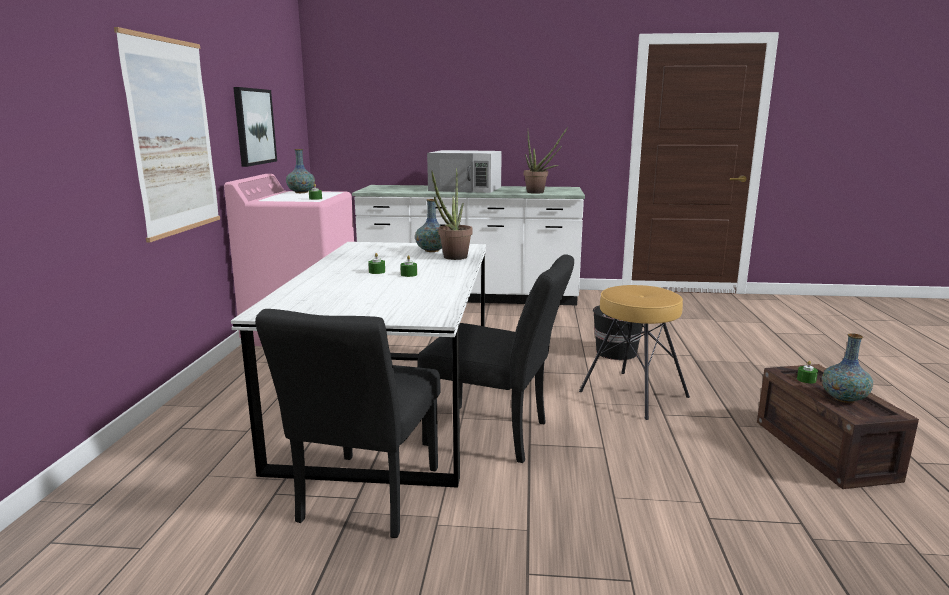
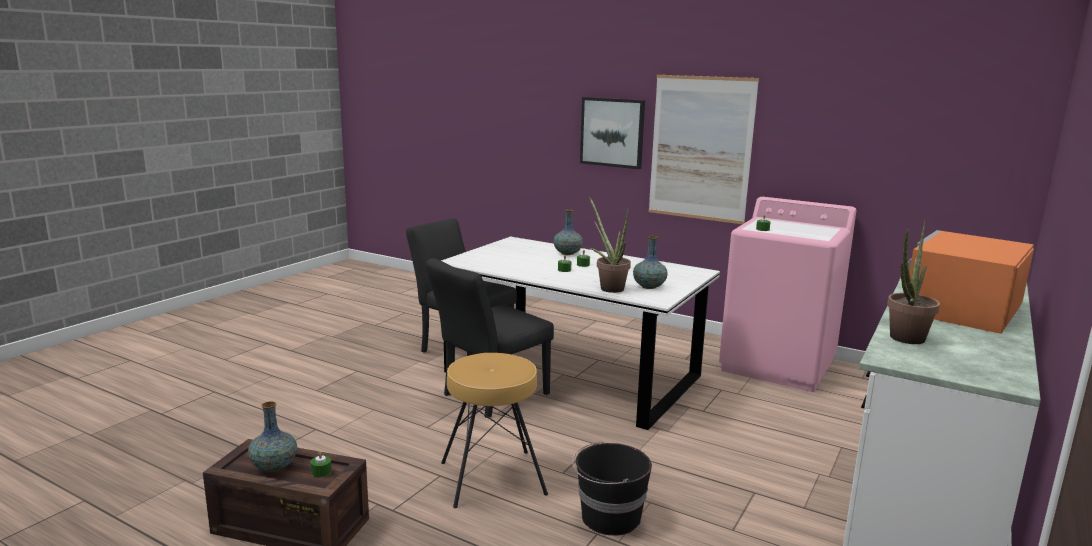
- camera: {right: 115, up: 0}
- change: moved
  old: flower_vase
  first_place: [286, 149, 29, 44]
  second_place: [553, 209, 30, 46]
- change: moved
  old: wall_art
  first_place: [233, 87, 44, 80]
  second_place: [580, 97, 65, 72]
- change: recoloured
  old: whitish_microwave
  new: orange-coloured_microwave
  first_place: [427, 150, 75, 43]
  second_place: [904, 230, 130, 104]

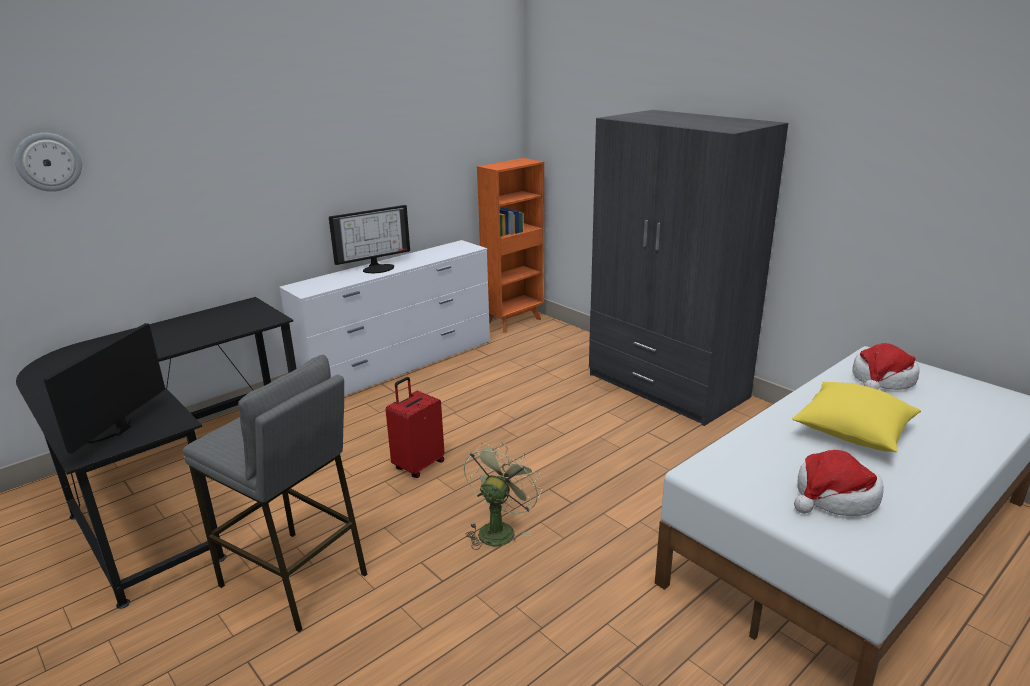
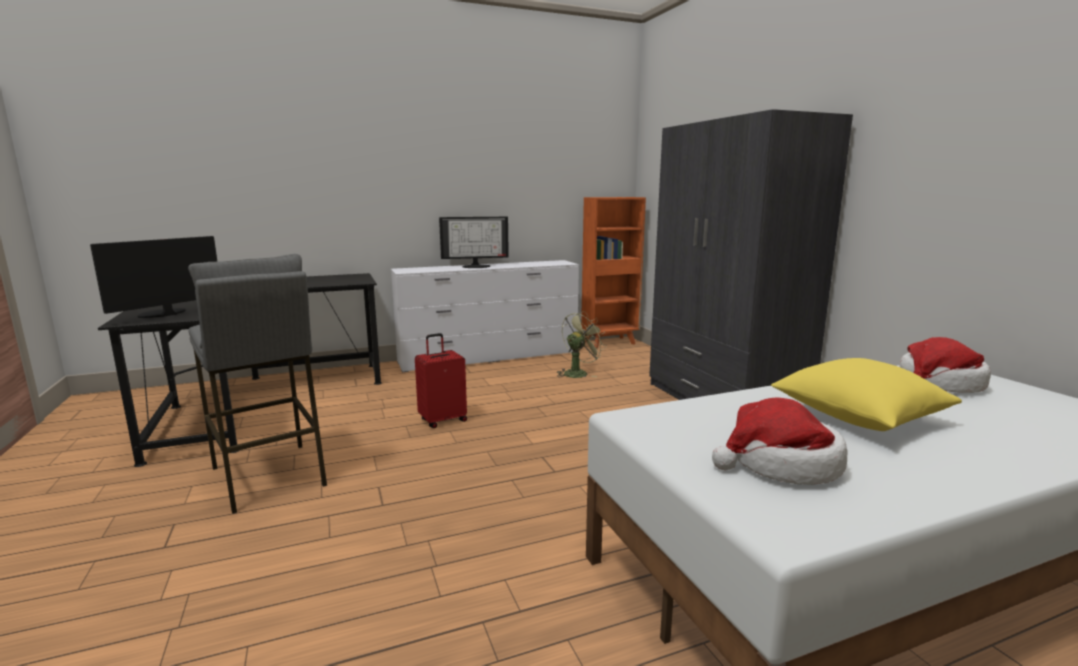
- camera: {right: 20, up: -10}
- change: moved
  old: green-coloured_cooling_fan
  first_place: [464, 442, 78, 108]
  second_place: [557, 311, 50, 67]
- change: removed
  old: wall_clock
  first_place: [15, 133, 67, 59]

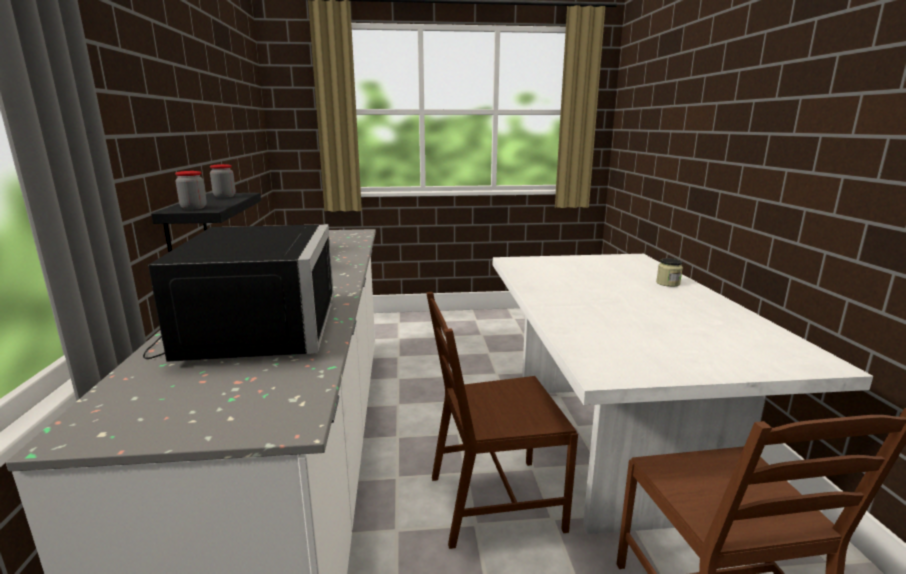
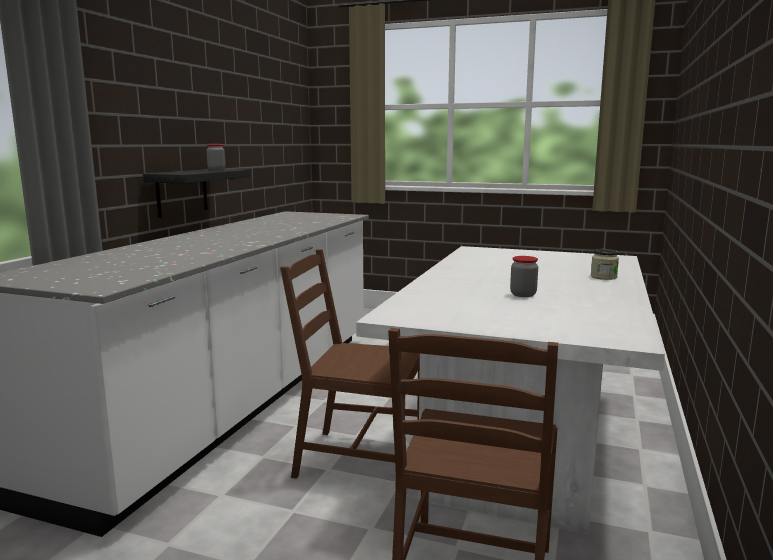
- camera: {right: 25, up: -5}
- change: moved
  old: storage_jar
  first_place: [175, 171, 32, 39]
  second_place: [510, 256, 28, 41]
- change: removed
  old: blackish_microwave
  first_place: [143, 224, 191, 138]

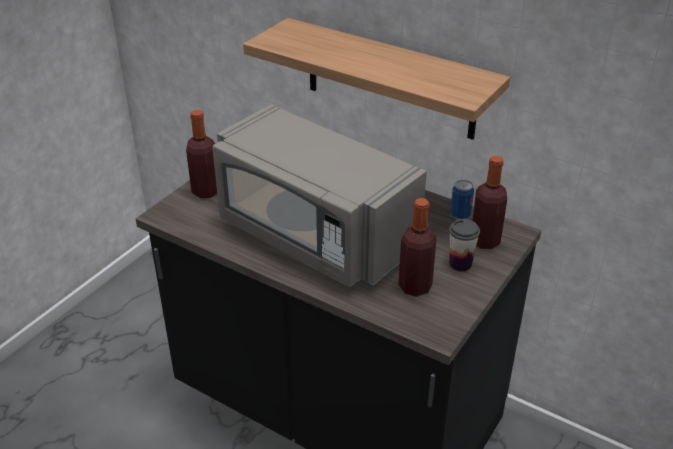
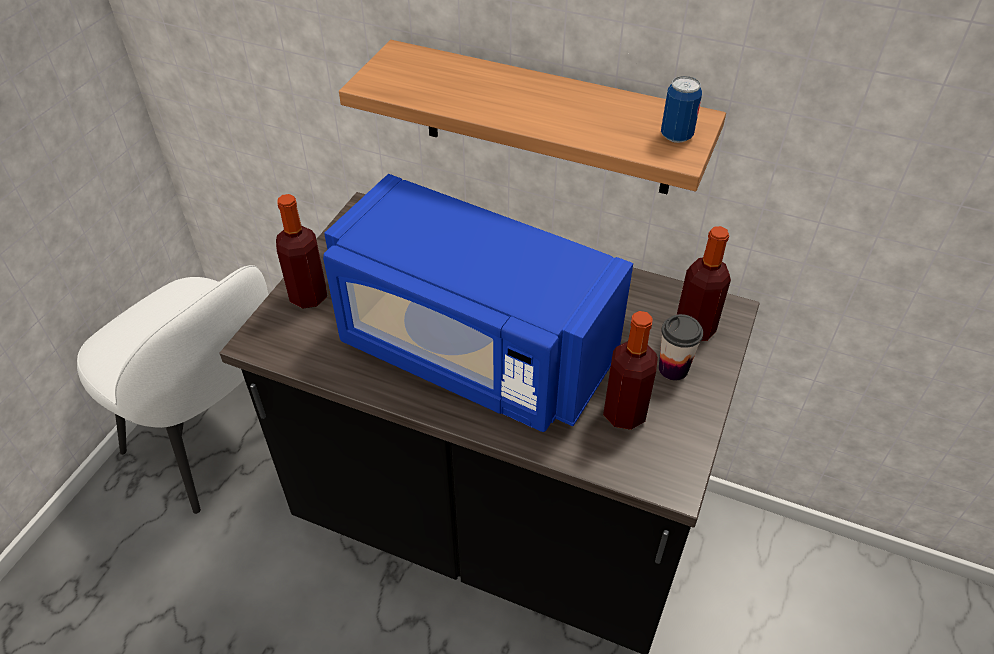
- camera: {right: -10, up: 10}
- change: added
  new: whitish_upright_chair
  second_place: [77, 265, 191, 249]
- change: recoloured
  old: gray_microwave
  new: blue_microwave
  first_place: [212, 105, 215, 182]
  second_place: [323, 174, 310, 258]
- change: moved
  old: sealed_can
  first_place: [450, 180, 24, 40]
  second_place: [661, 76, 41, 67]

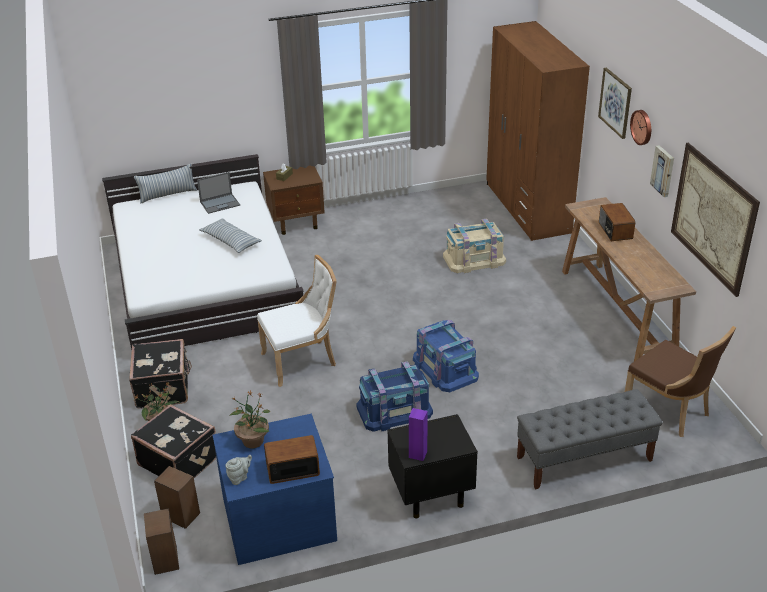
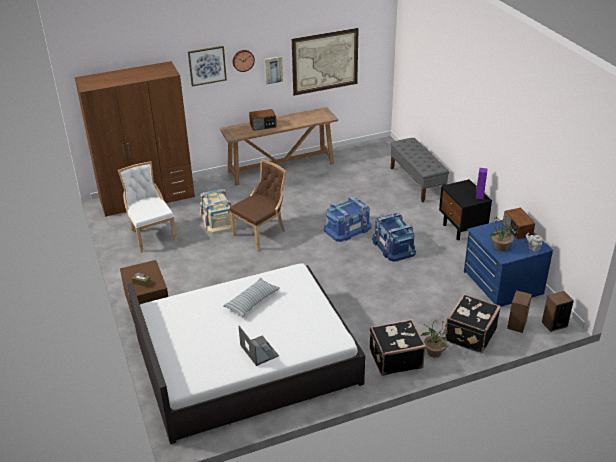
- camera: {right: -95, up: 0}
- change: moved
  old: whitish_upright_chair
  first_place: [257, 255, 79, 132]
  second_place: [118, 161, 60, 92]
- change: moved
  old: brown-coloured_upright_chair
  first_place: [625, 326, 111, 111]
  second_place: [230, 159, 56, 92]
- change: moved
  old: notebook_computer
  first_place: [197, 172, 43, 42]
  second_place: [239, 326, 40, 40]
- change: removed
  old: throw_pillow
  first_place: [134, 164, 63, 40]

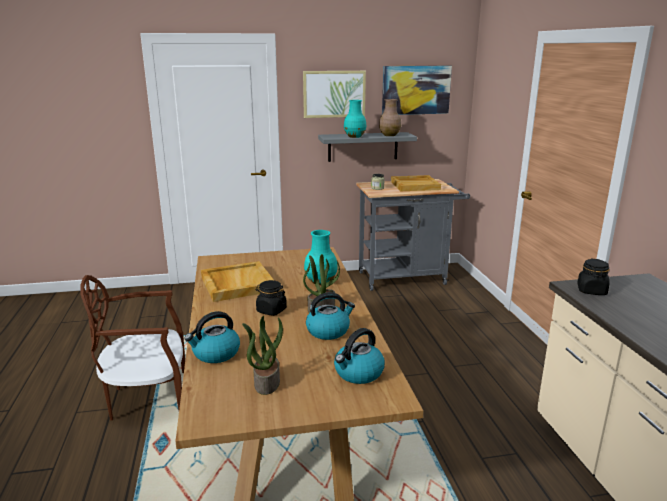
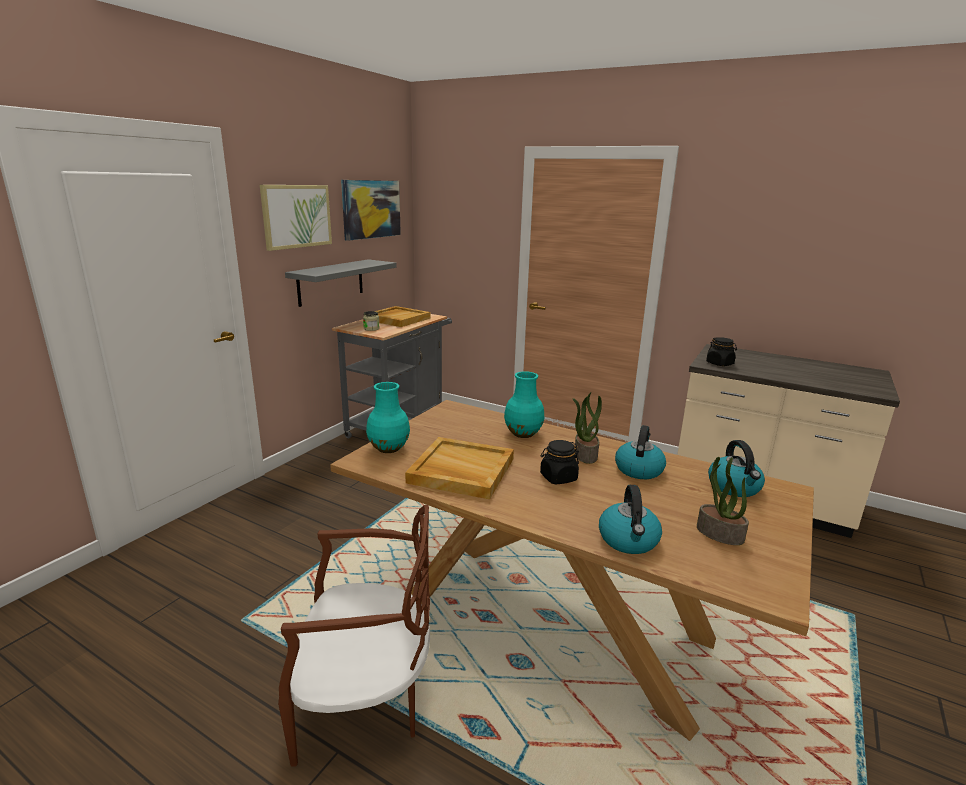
- camera: {right: -50, up: 0}
- change: turned
  old: brown-coloured_upright_chair
  first_place: [81, 275, 104, 145]
  second_place: [278, 505, 152, 262]
  degrees: -120
- change: moved
  old: blue-green_flower_vase
  first_place: [344, 100, 22, 38]
  second_place: [366, 382, 44, 71]
- change: removed
  old: brown-coloured_flower_vase
  first_place: [379, 99, 22, 37]

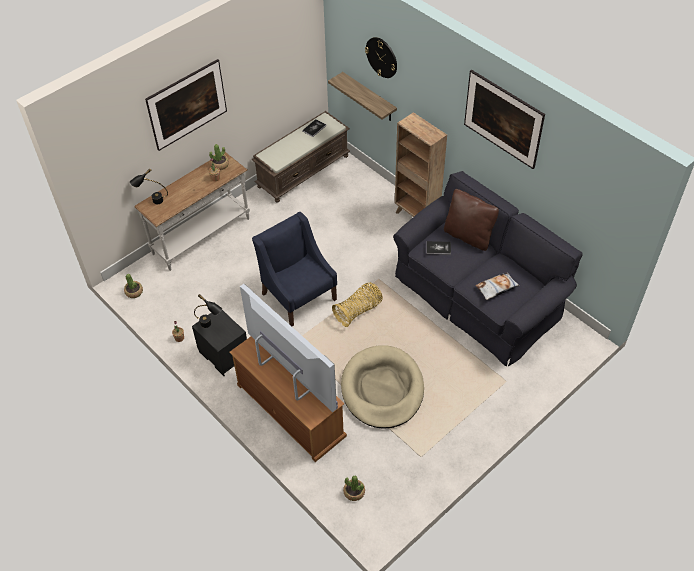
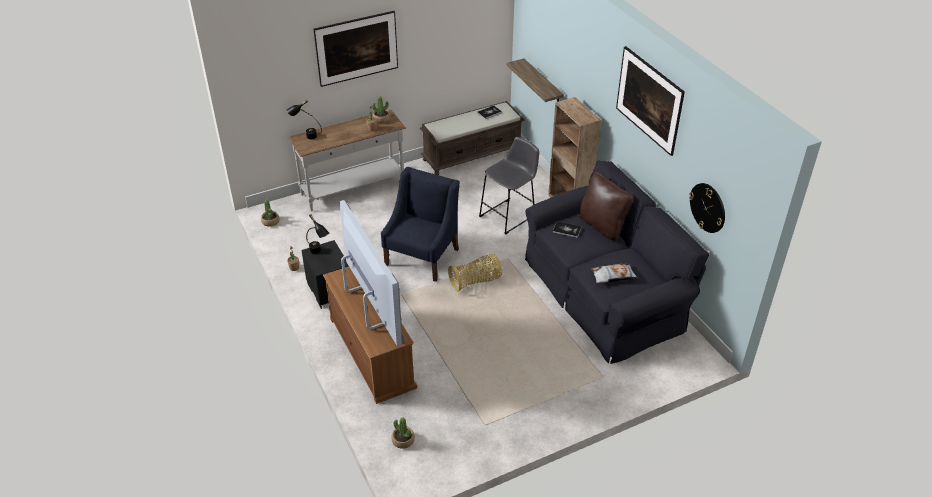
- camera: {right: 15, up: -10}
- change: turned
  old: blue_easy_chair
  first_place: [252, 212, 85, 114]
  second_place: [381, 167, 79, 115]
  degrees: 45
- change: added
  new: gray_stool
  second_place: [479, 137, 60, 98]
- change: moved
  old: wall_clock
  first_place: [365, 37, 32, 41]
  second_place: [689, 183, 36, 50]
- change: removed
  old: sand-coloured_dog_cushion
  first_place: [341, 345, 83, 84]

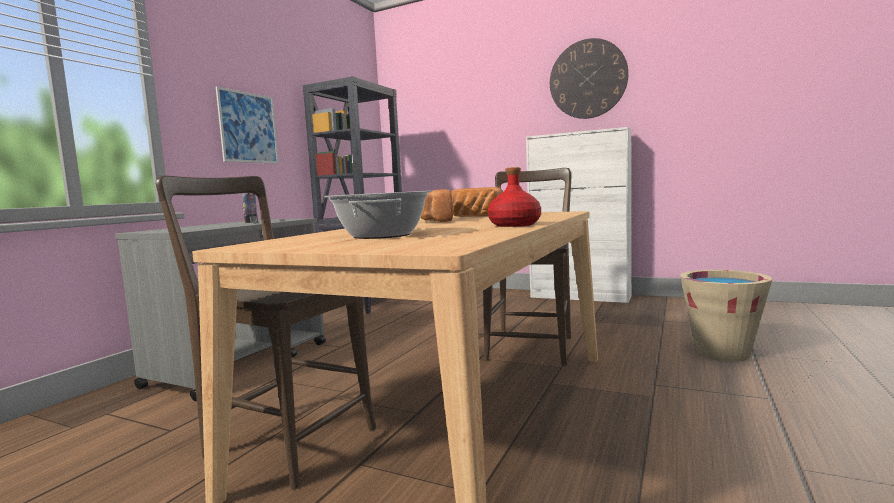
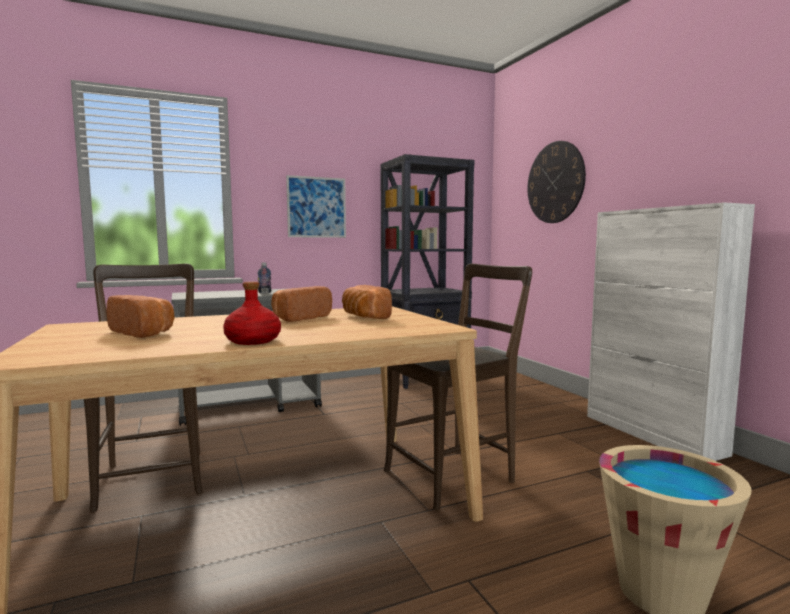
- camera: {right: 40, up: 0}
- change: replaced
  old: cooking_pot
  new: bread
  first_place: [324, 191, 109, 48]
  second_place: [106, 295, 68, 43]
- change: moved
  old: wall_clock
  first_place: [550, 38, 79, 81]
  second_place: [527, 141, 59, 82]

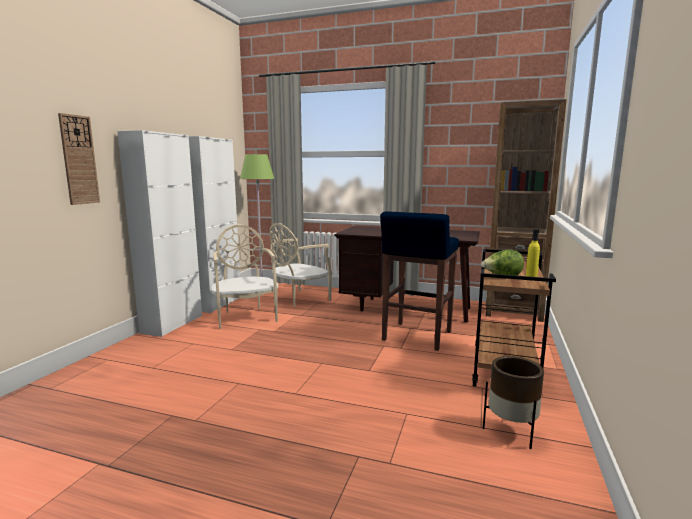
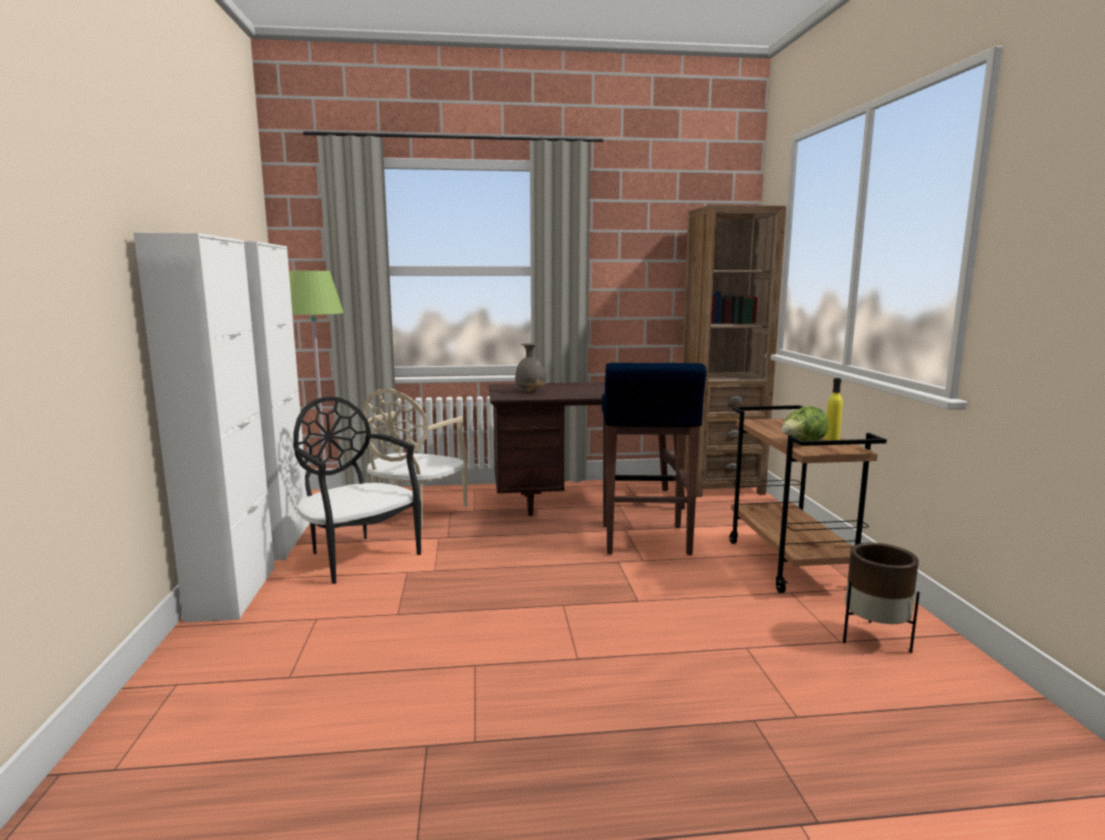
- camera: {right: -25, up: 0}
- change: recoloured
  old: sand-coloured_upright_chair
  new: blackish_upright_chair
  first_place: [211, 224, 67, 105]
  second_place: [294, 397, 127, 187]
- change: added
  new: gray_flower_vase
  second_place: [515, 343, 31, 49]
- change: removed
  old: wall_clock
  first_place: [58, 113, 42, 92]

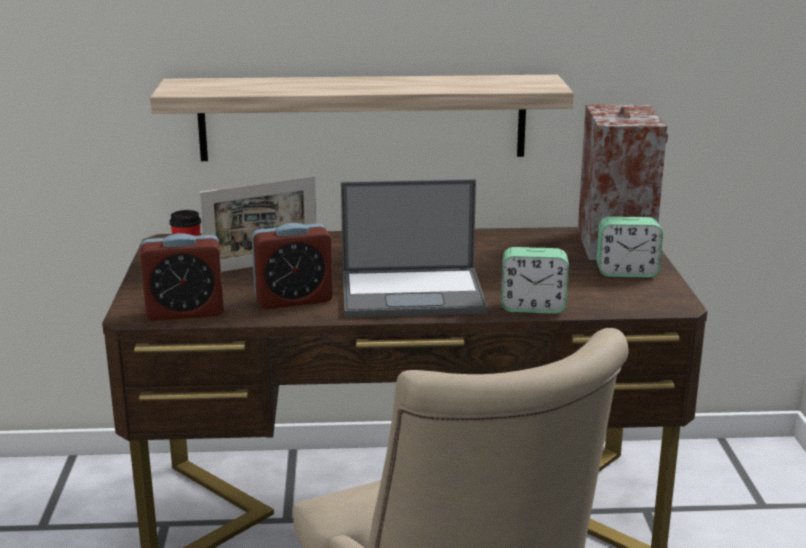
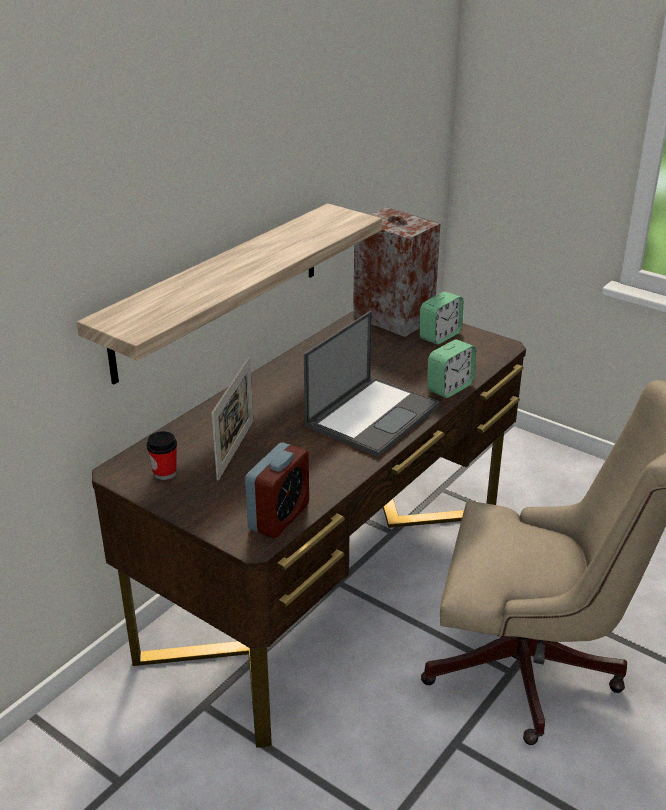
- camera: {right: -50, up: 10}
- change: removed
  old: table_clock
  first_place: [252, 223, 81, 86]

